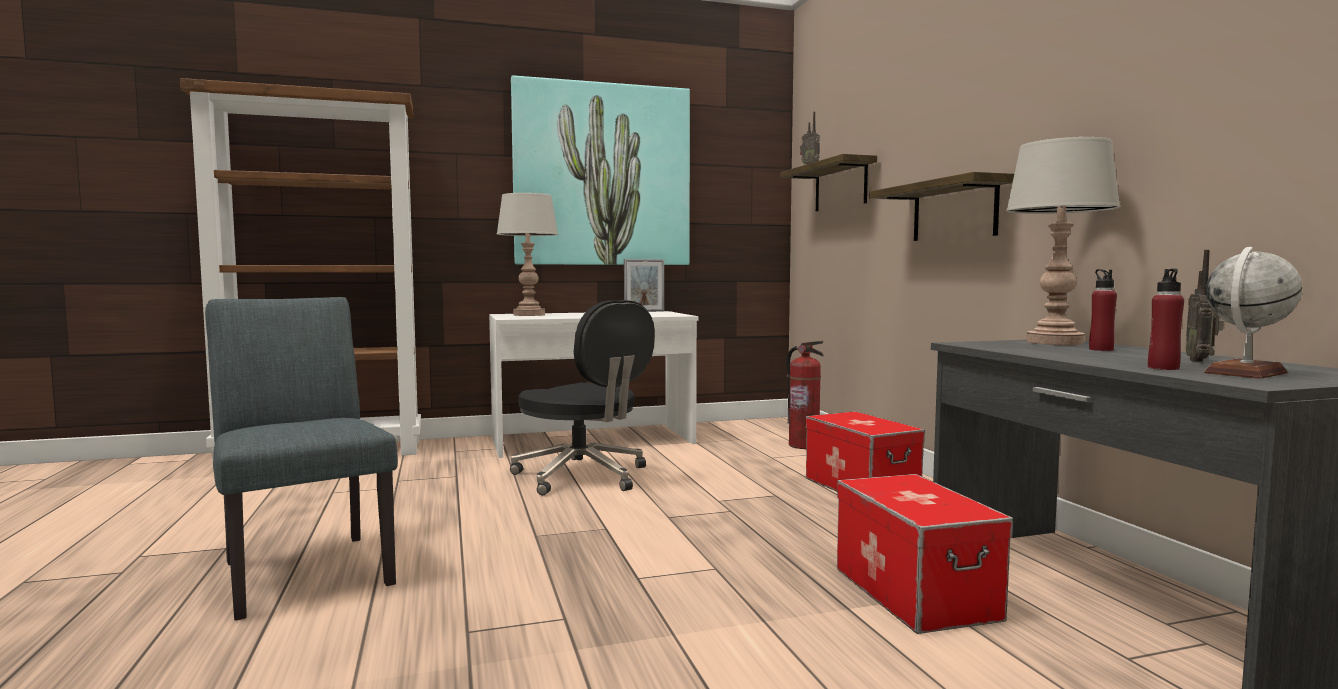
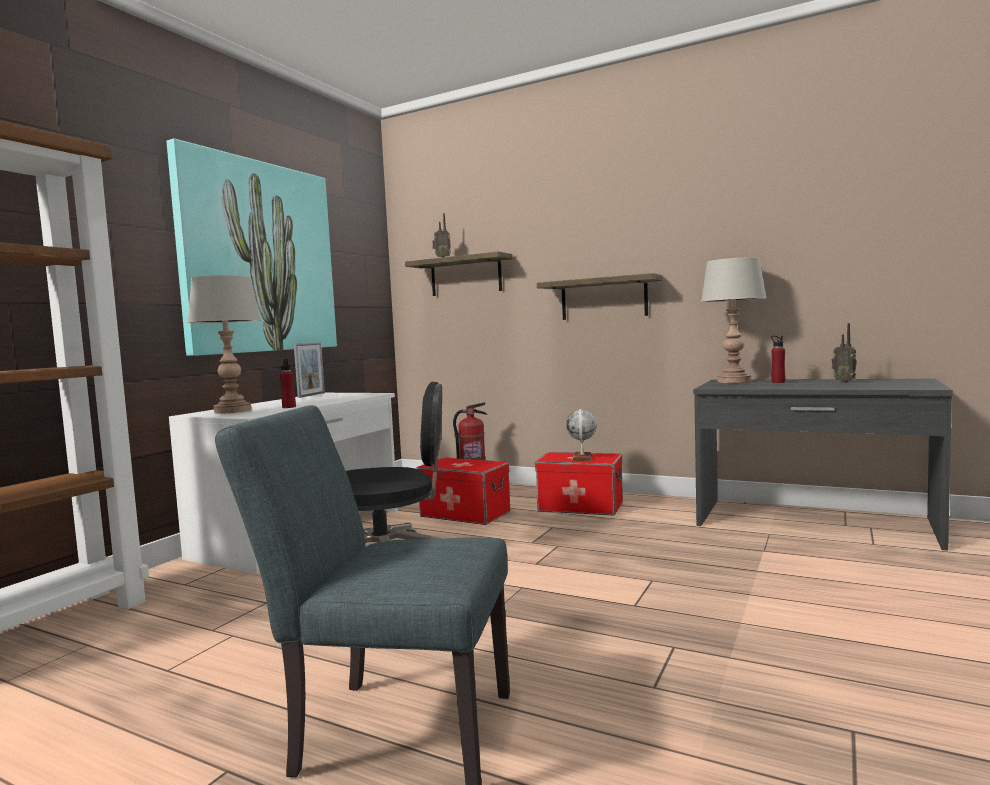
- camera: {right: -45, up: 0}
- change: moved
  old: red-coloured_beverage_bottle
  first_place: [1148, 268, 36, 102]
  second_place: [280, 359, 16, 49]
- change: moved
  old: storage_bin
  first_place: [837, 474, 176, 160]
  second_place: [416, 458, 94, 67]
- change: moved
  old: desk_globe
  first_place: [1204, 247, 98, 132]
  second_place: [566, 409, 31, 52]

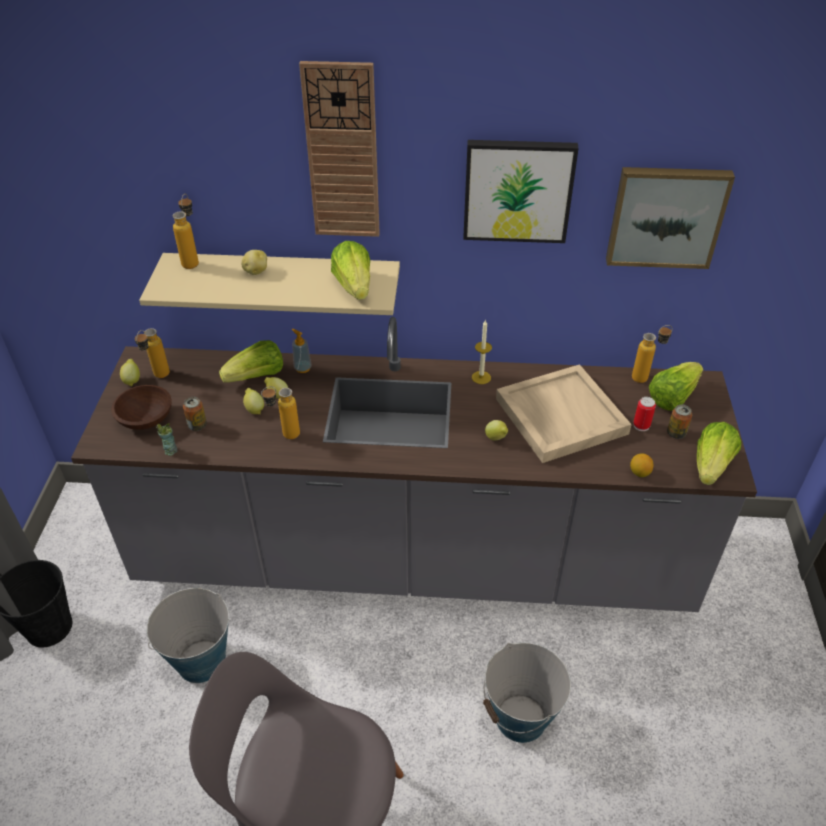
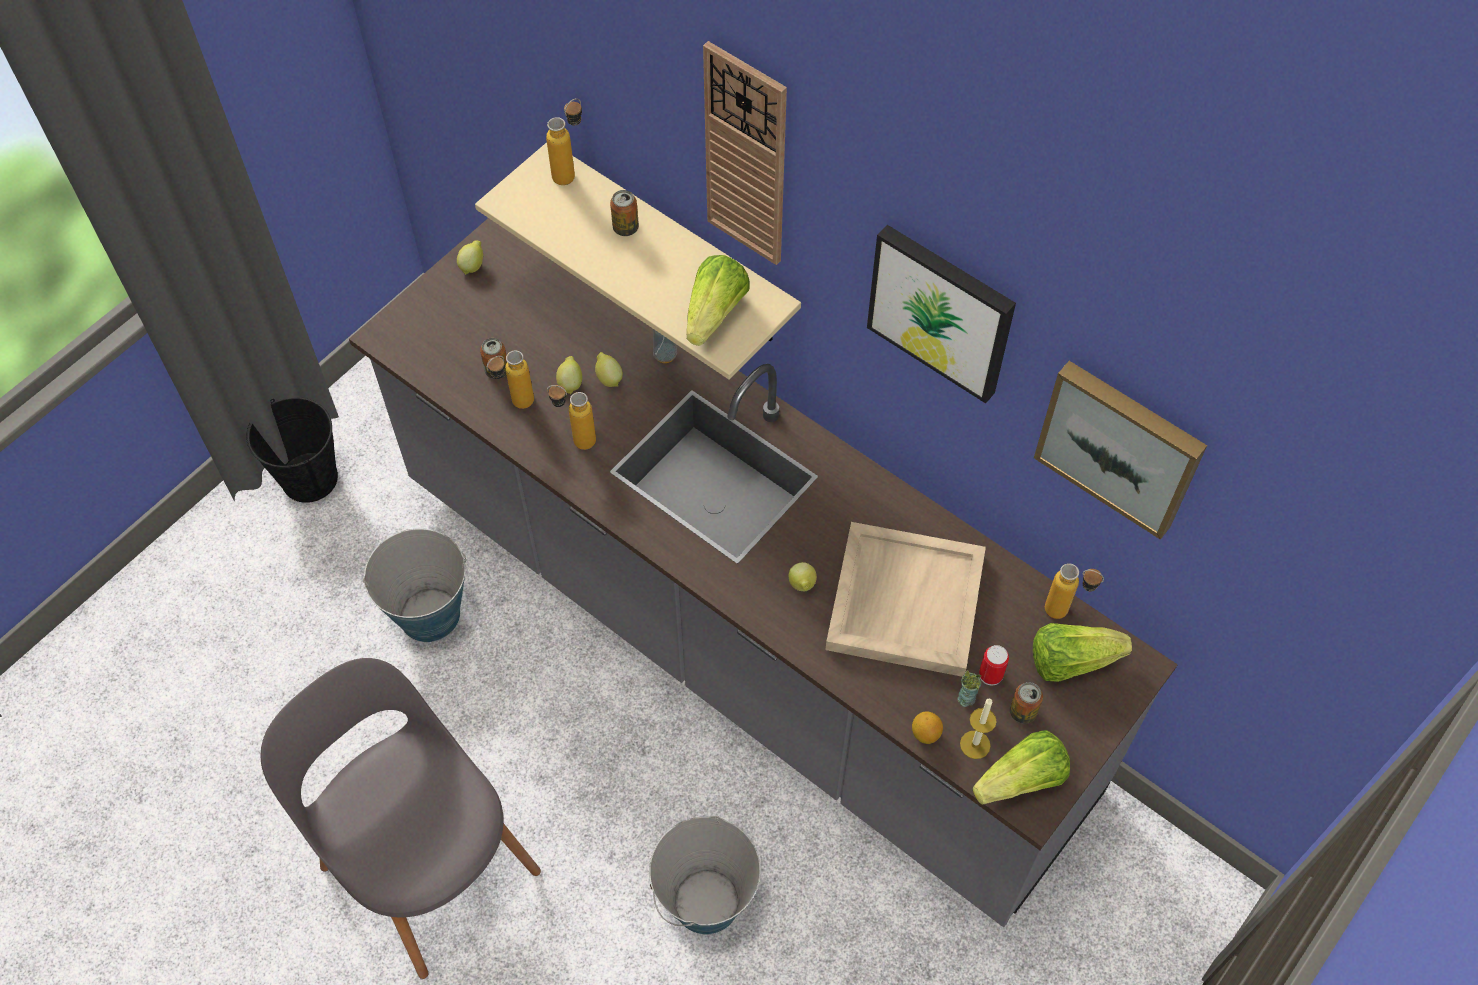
- camera: {right: 35, up: 15}
- change: moved
  old: beverage_bottle
  first_place: [135, 328, 35, 50]
  second_place: [487, 350, 47, 59]
- change: replaced
  old: potato
  new: sealed_can
  first_place: [241, 250, 26, 25]
  second_place: [610, 190, 29, 46]
- change: moved
  old: cup
  first_place: [156, 423, 22, 33]
  second_place: [957, 671, 24, 36]
- change: moved
  old: wax_candle
  first_place: [472, 320, 20, 64]
  second_place: [960, 699, 37, 60]
- change: removed
  old: brown-coloured_serving_bowl
  first_place: [111, 385, 61, 45]
- change: removed
  old: lettuce
  first_place: [219, 340, 64, 43]

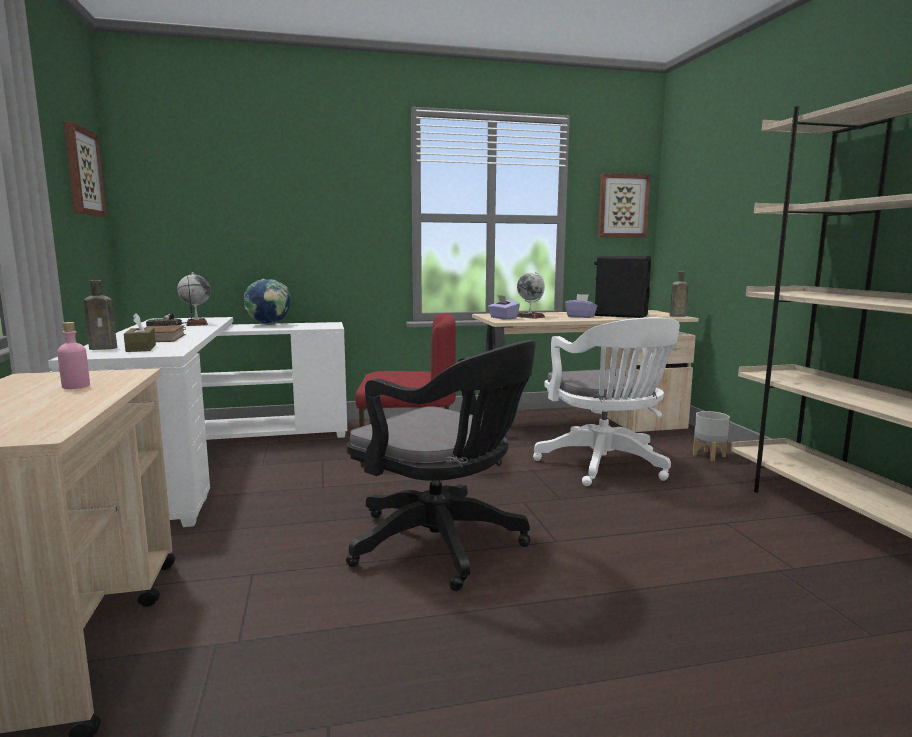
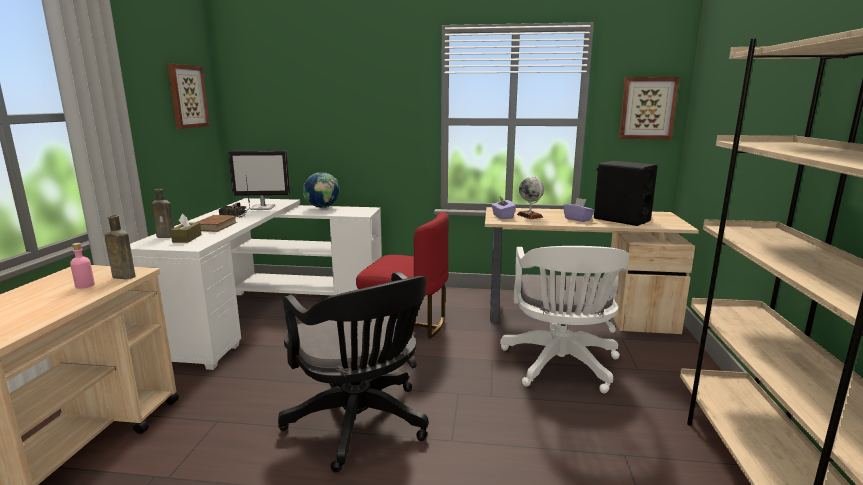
- camera: {right: 20, up: 5}
- change: moved
  old: brown-coloured_beverage_bottle
  first_place: [669, 271, 19, 46]
  second_place: [104, 215, 31, 64]
- change: replaced
  old: desk_globe
  new: monitor
  first_place: [177, 272, 34, 54]
  second_place: [228, 150, 62, 60]
- change: removed
  old: gray_flower_pot
  first_place: [693, 411, 37, 50]

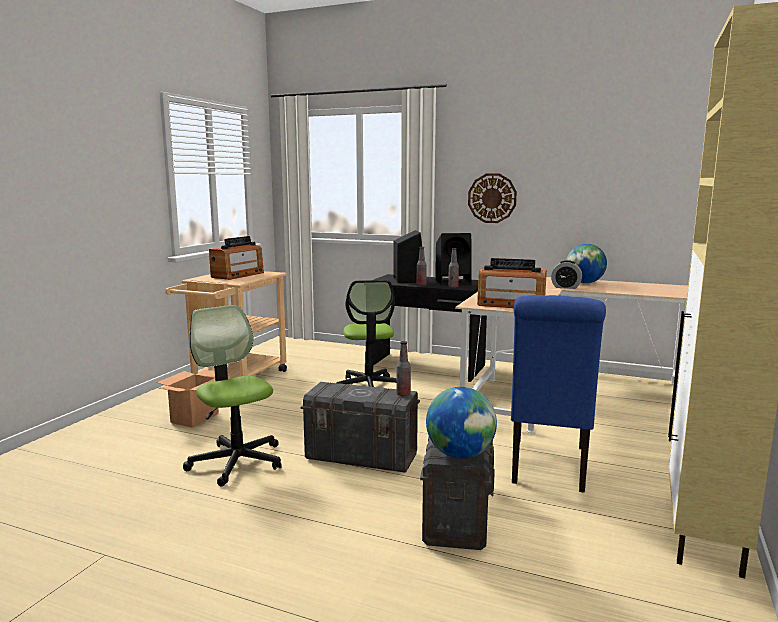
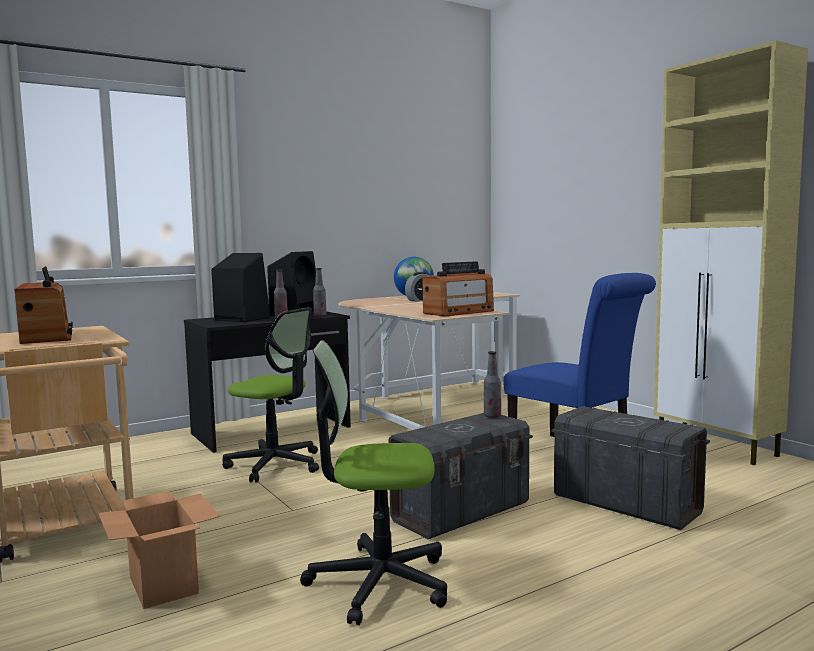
- camera: {right: -55, up: -5}
- change: removed
  old: desk_globe
  first_place: [426, 387, 71, 72]
- change: removed
  old: wall_clock
  first_place: [468, 173, 49, 50]

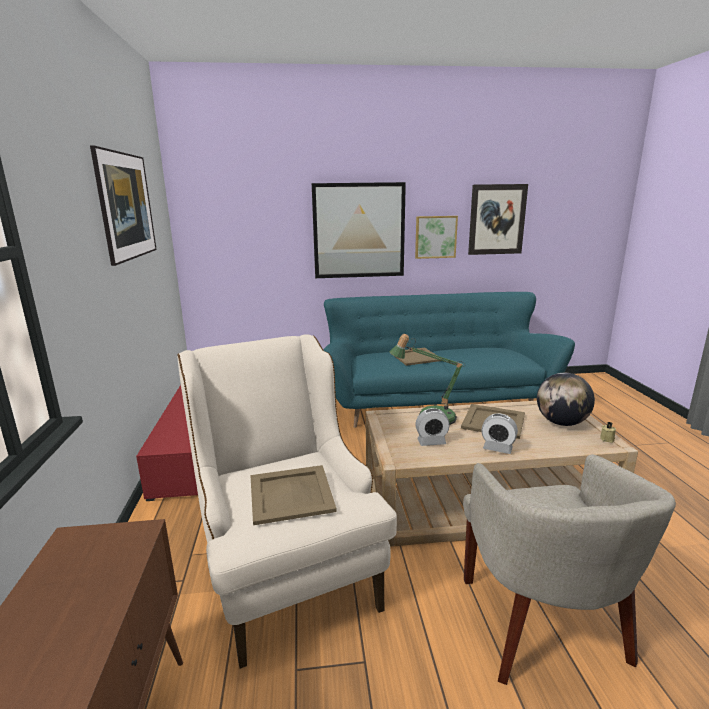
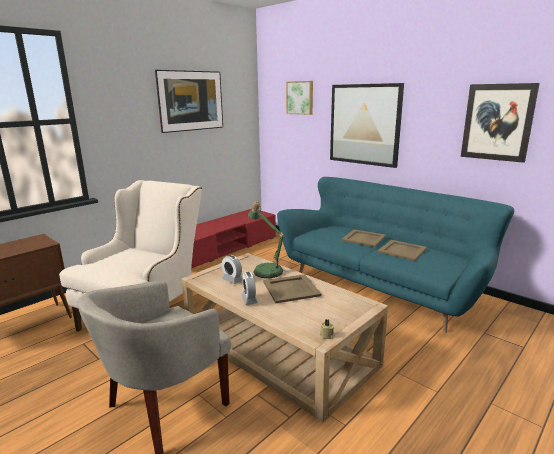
- camera: {right: 50, up: 0}
- change: moved
  old: wall_art
  first_place: [415, 216, 43, 43]
  second_place: [286, 81, 27, 34]
- change: moved
  old: sand-coloured_carrying_tray
  first_place: [250, 465, 87, 60]
  second_place: [377, 240, 50, 21]
- change: removed
  old: desk_globe
  first_place: [537, 373, 58, 53]

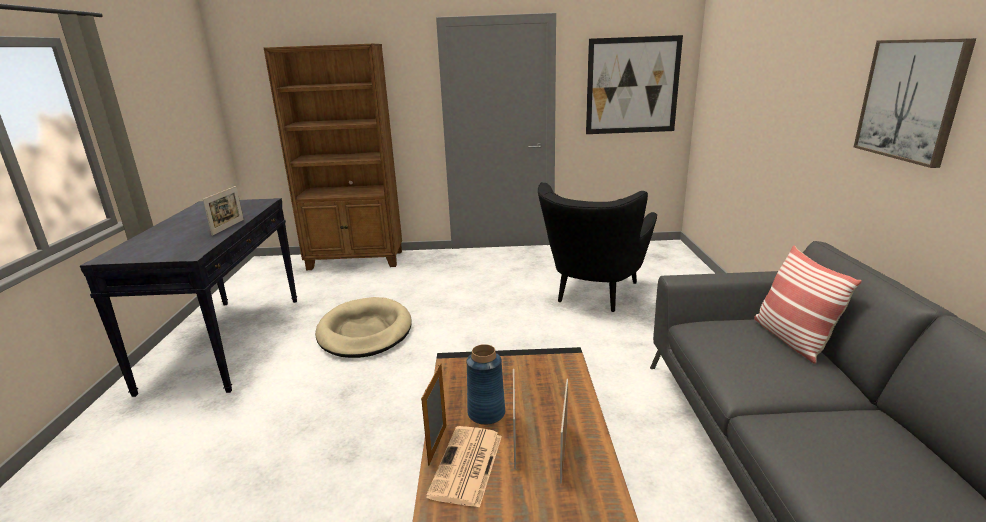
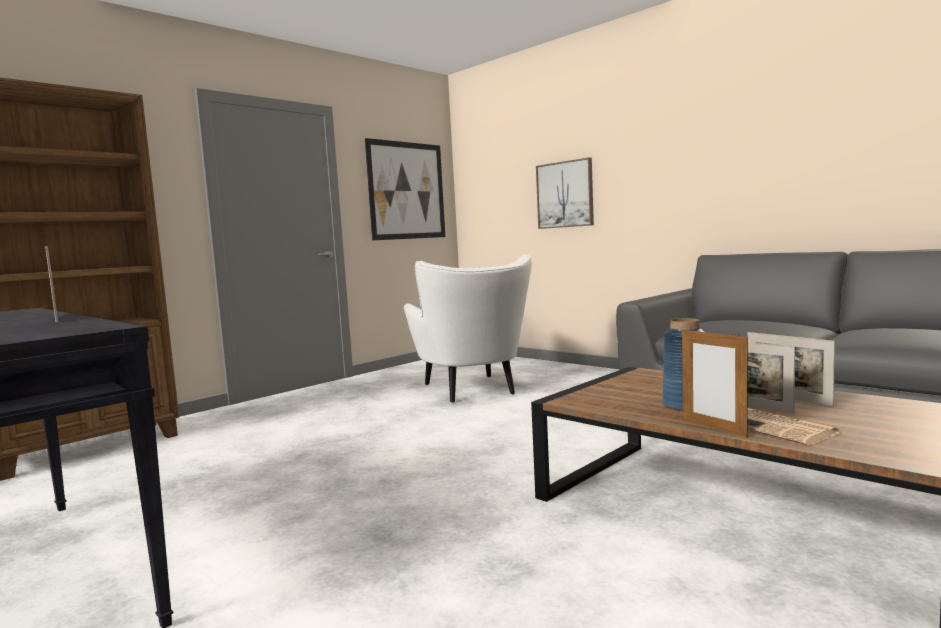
- camera: {right: -45, up: -15}
- change: recoloured
  old: blackish_easy_chair
  new: whitish_easy_chair
  first_place: [538, 182, 119, 130]
  second_place: [404, 254, 128, 149]
- change: moved
  old: wall_art
  first_place: [854, 38, 122, 130]
  second_place: [536, 158, 58, 71]
- change: removed
  old: sand-coloured_dog_cushion
  first_place: [315, 297, 97, 61]
- change: removed
  old: throw_pillow
  first_place: [754, 245, 108, 119]

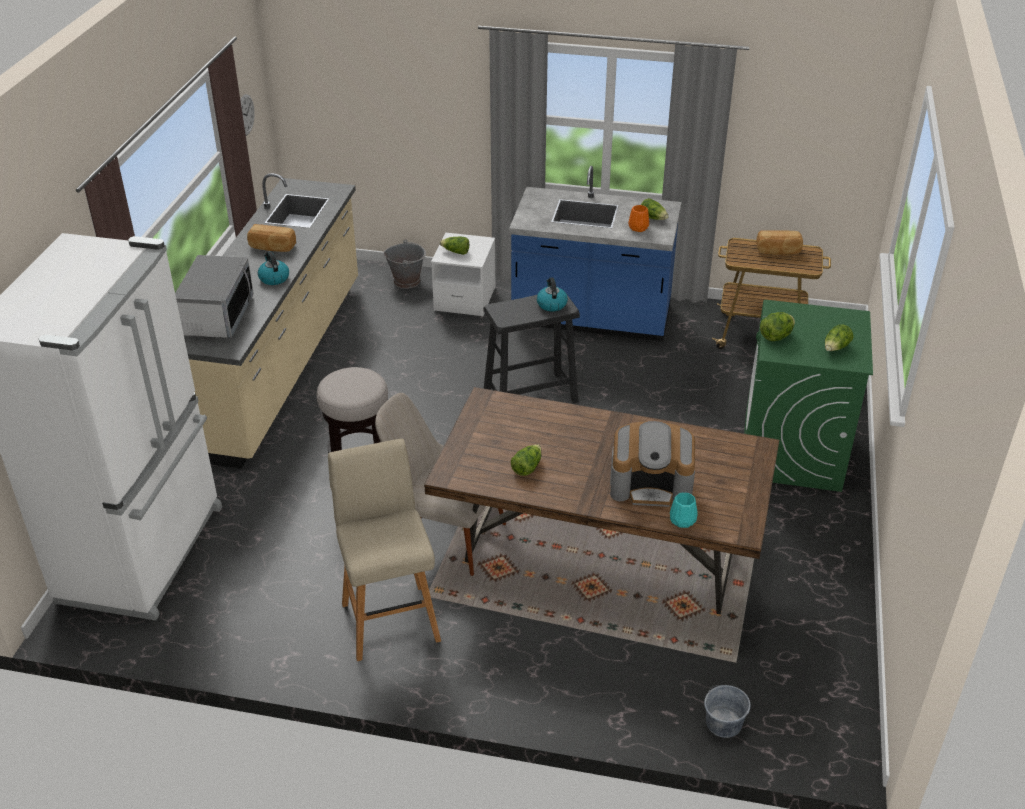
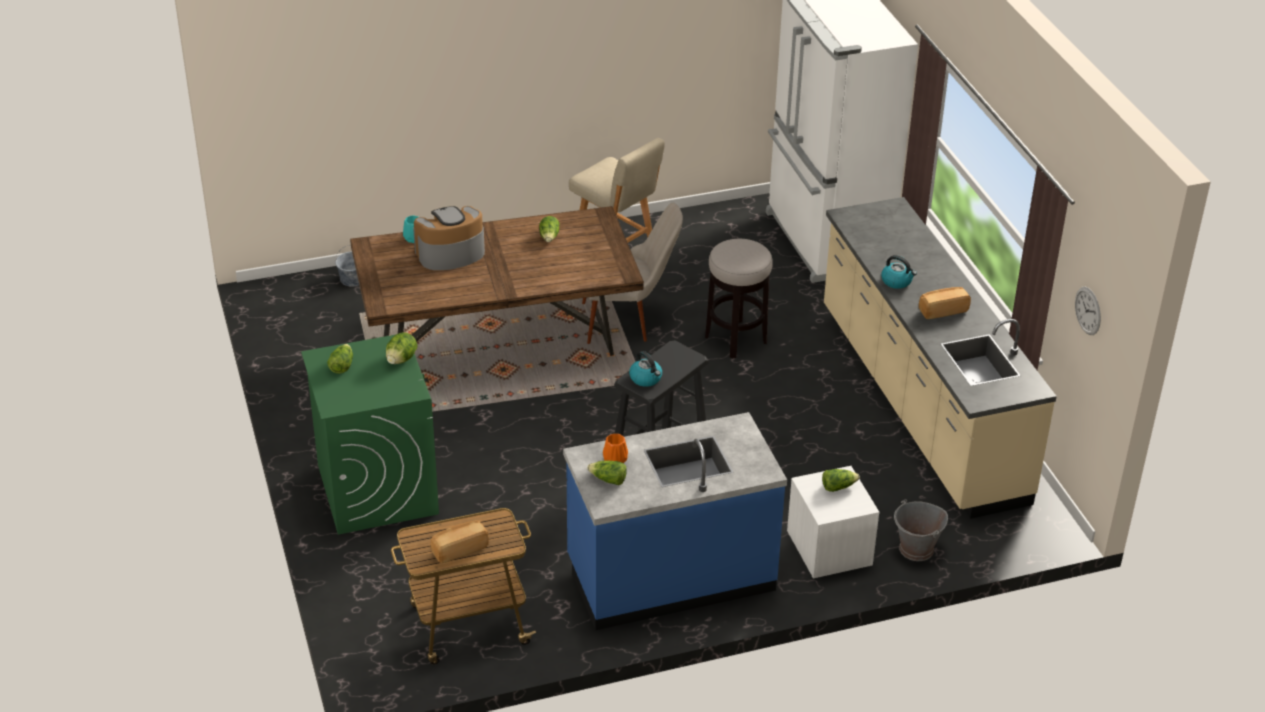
- camera: {right: 150, up: 0}
- change: removed
  old: microwave
  first_place: [175, 255, 79, 83]

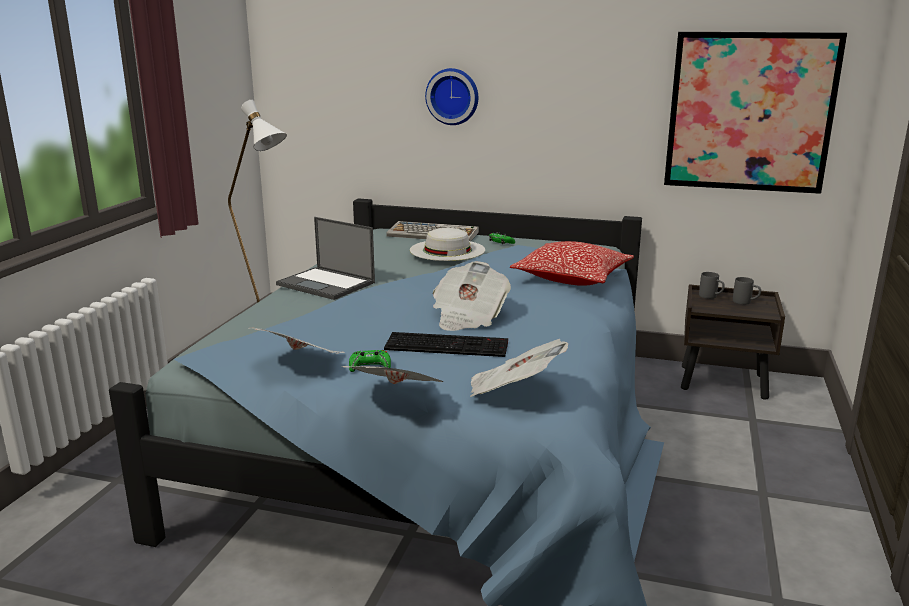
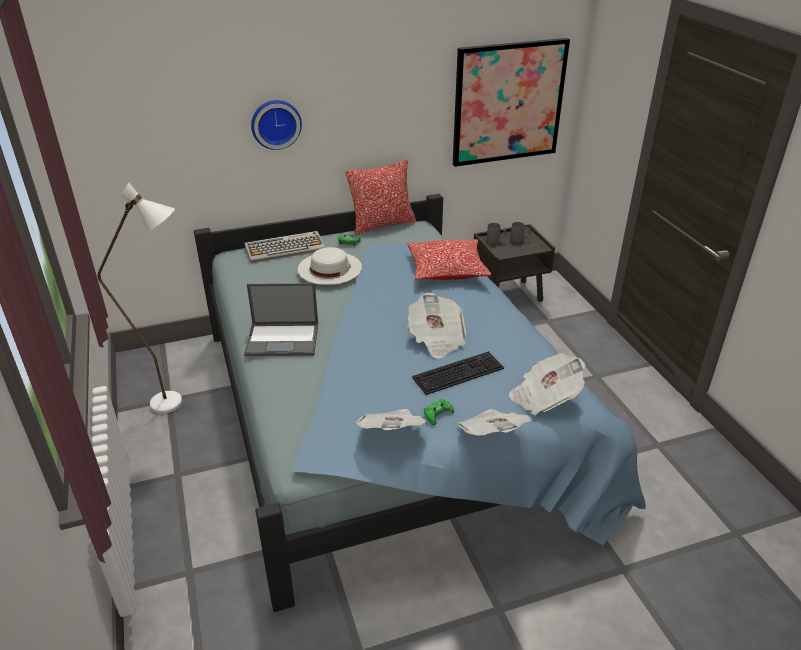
- camera: {right: -35, up: 15}
- change: added
  new: throw_pillow
  second_place: [346, 160, 70, 75]

